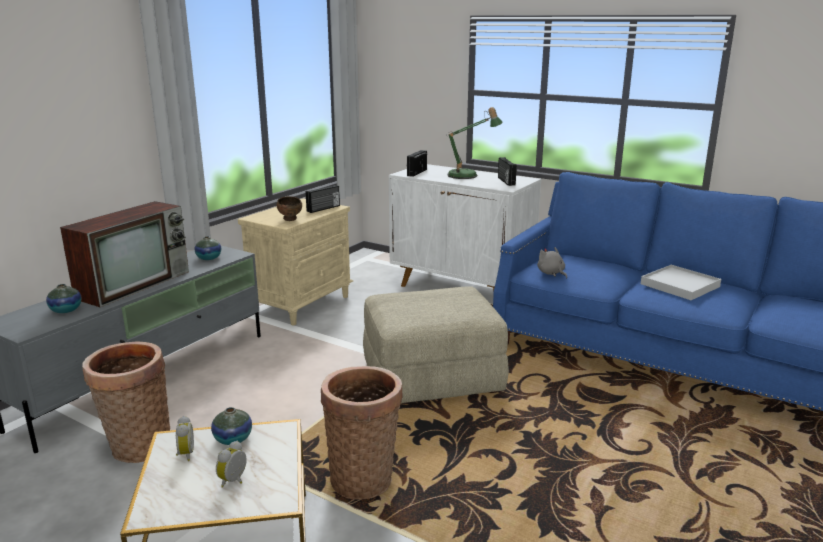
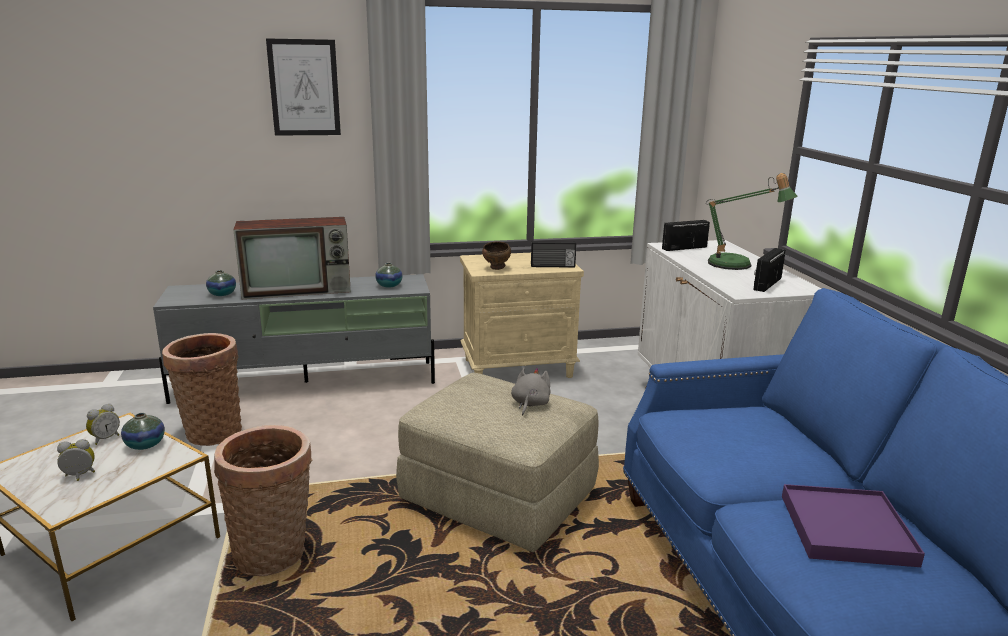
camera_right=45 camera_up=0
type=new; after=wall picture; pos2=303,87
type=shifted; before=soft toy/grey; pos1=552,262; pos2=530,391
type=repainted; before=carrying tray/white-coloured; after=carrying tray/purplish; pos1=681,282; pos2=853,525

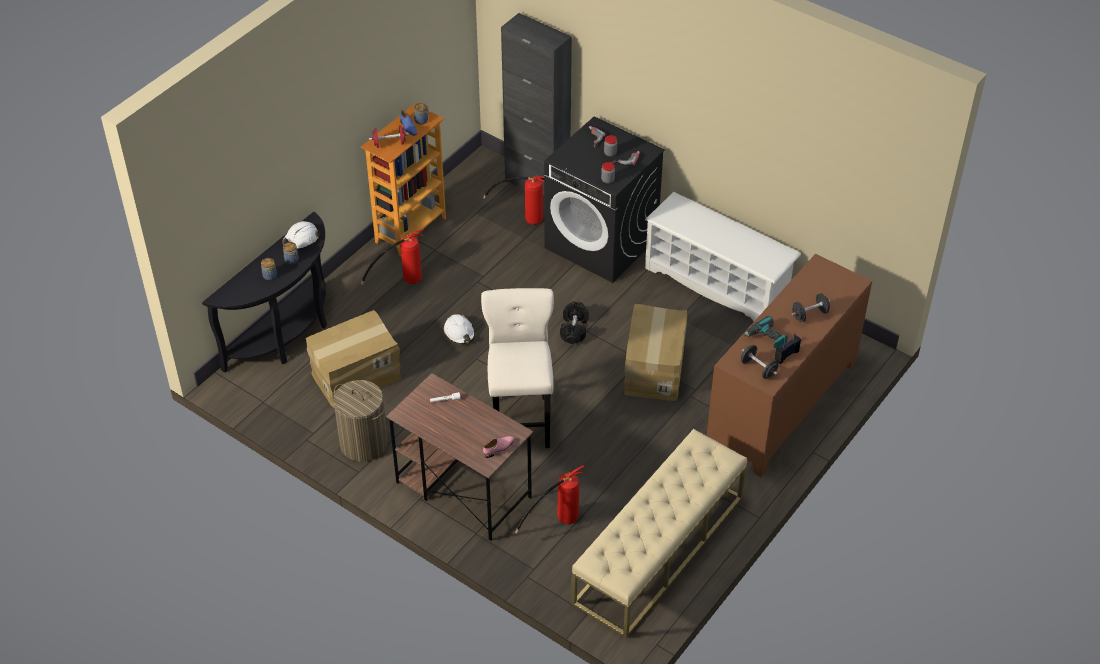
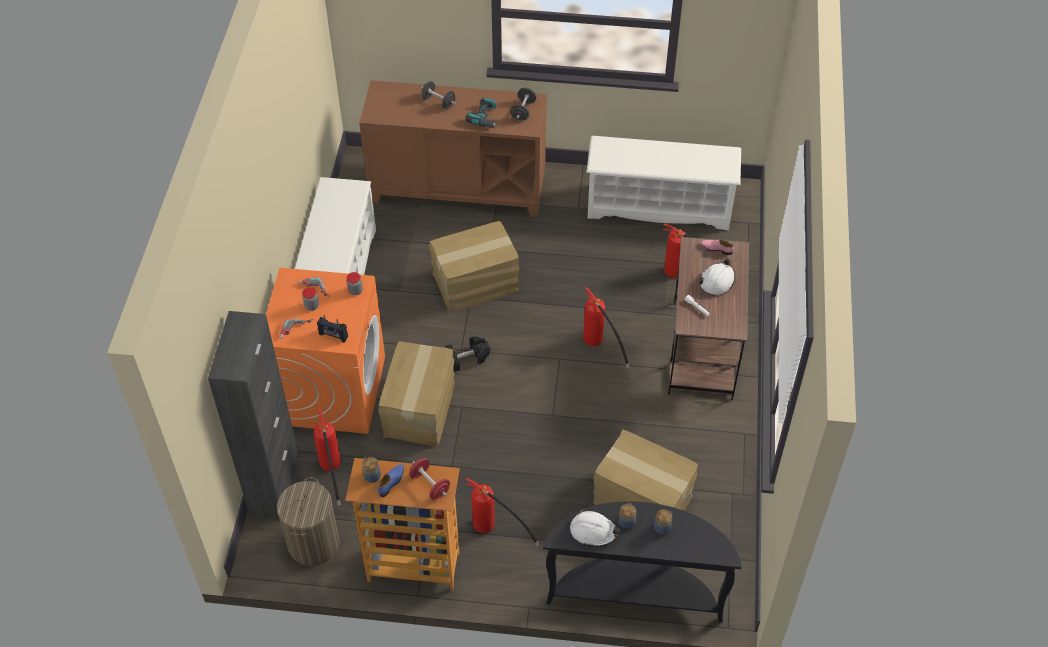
camera_right=-120 camera_up=5
type=new; after=carton; pos2=416,393
type=shifted; before=laundry basket; pos1=360,421; pos2=308,521
type=shifted; before=safety helmet/white-coloured; pos1=459,329; pos2=717,277
type=shifted; before=radio; pos1=788,348; pos2=332,329
type=swapped; before=stool/beige-coloured; after=fire extinguisher; pos1=517,368; pos2=606,327
type=swapped; before=long seat/beige-coloured; after=shoe stand/white-coloured; pos1=659,533; pos2=663,183
type=repainted; before=laundry machine/black-coloured; after=laundry machine/orange; pos1=604,199; pos2=325,351

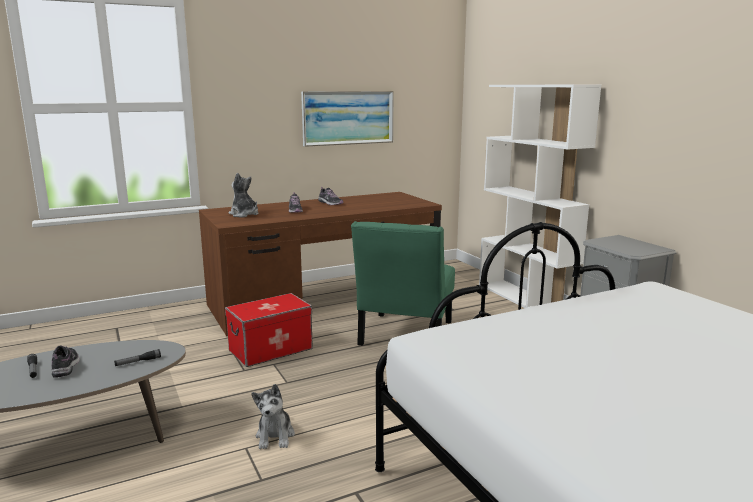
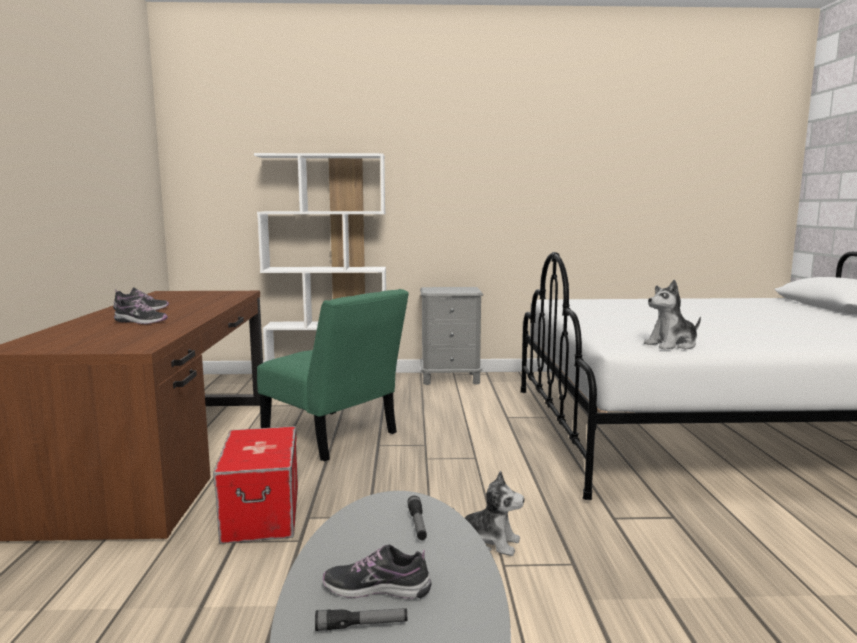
camera_right=-65 camera_up=-5
type=gone; before=wall picture; pos1=347,119
type=shifted; before=soft toy; pos1=243,195; pos2=672,315

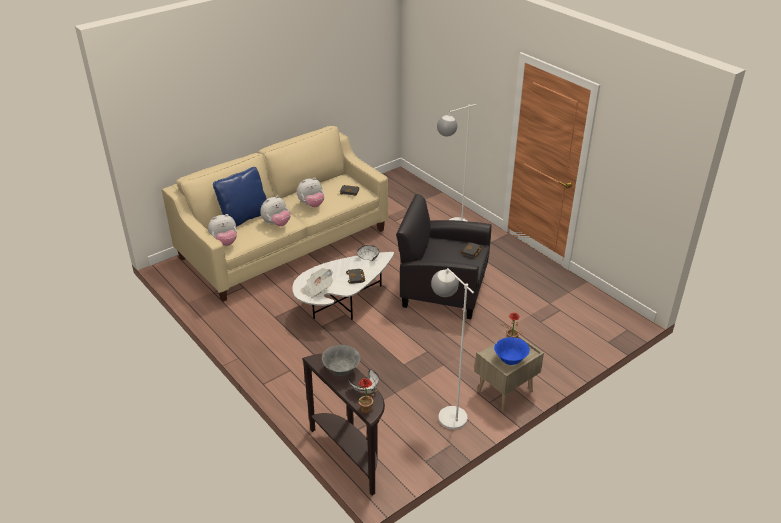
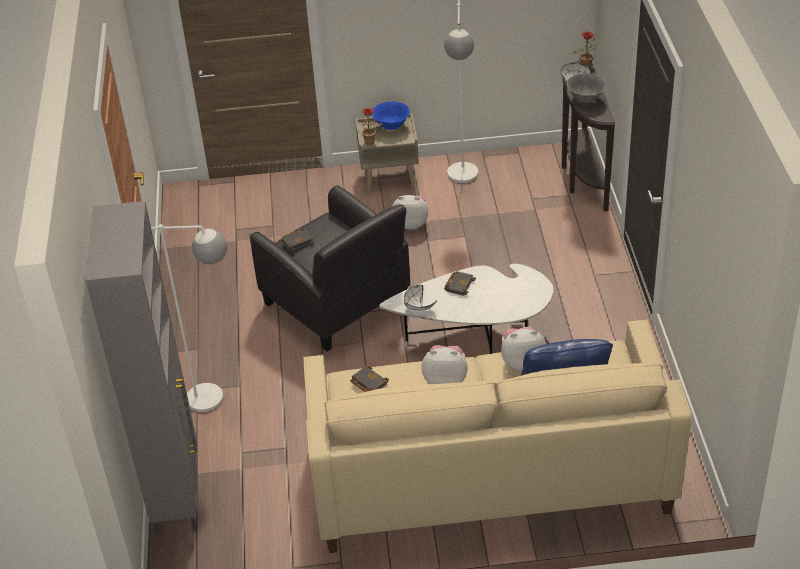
camera_right=-145 camera_up=5
type=gone; before=daily paper; pos1=316,283
type=new; after=cupboard/grey; pos2=141,368
type=shifted; before=soft toy; pos1=222,230; pos2=410,212

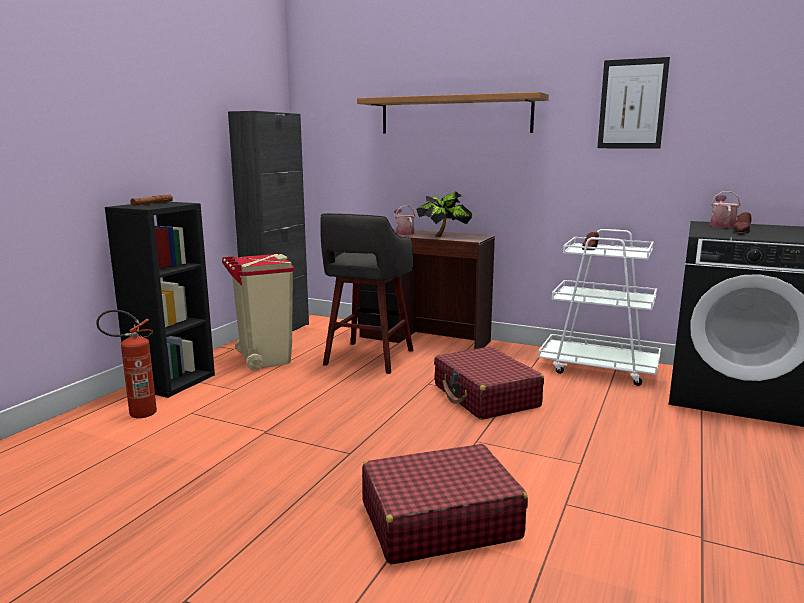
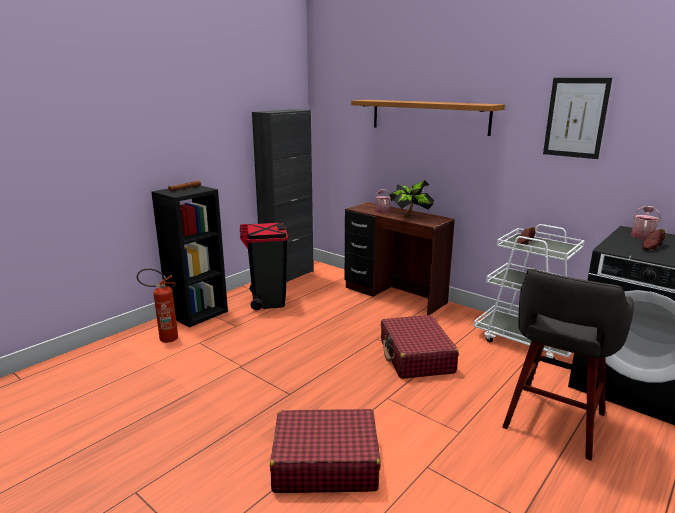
camera_right=15 camera_up=5
type=shifted; before=stool/grey; pos1=366,293; pos2=568,365
type=repainted; before=rubbish bin/beige-coloured; after=rubbish bin/black-coloured; pos1=258,312; pos2=264,266

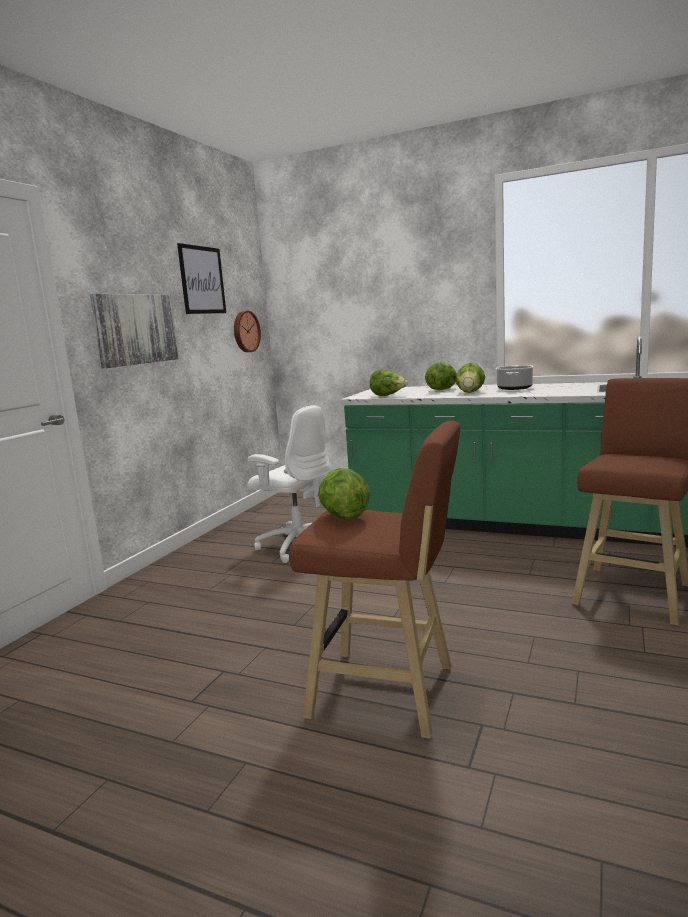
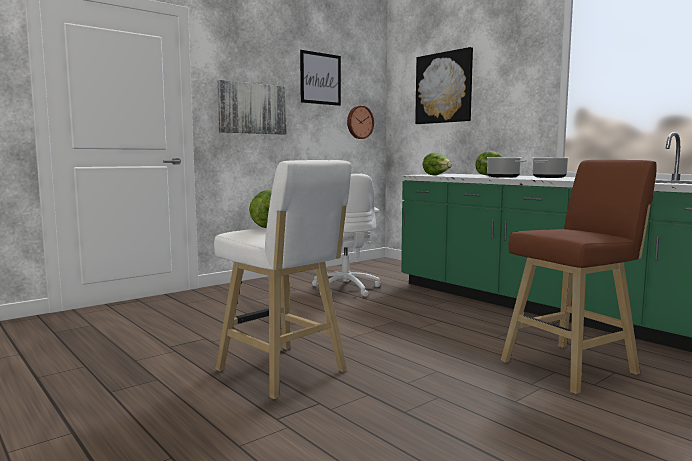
camera_right=25 camera_up=-5
type=new; after=wall picture; pos2=444,85
type=swapped; before=lettuce; after=cooking pot; pos1=470,378; pos2=504,167
type=repainted; before=stool/brown-coloured; after=stool/white-coloured; pos1=374,580; pos2=282,279

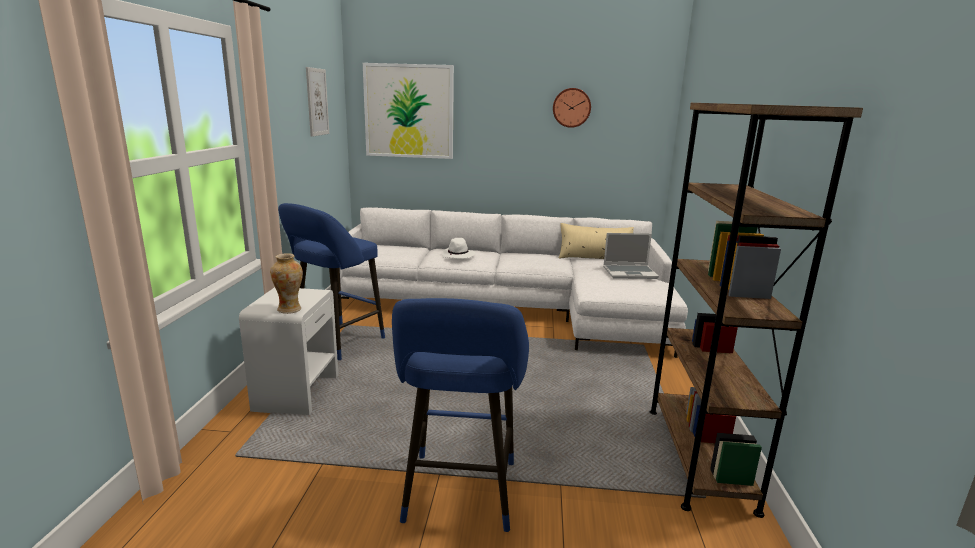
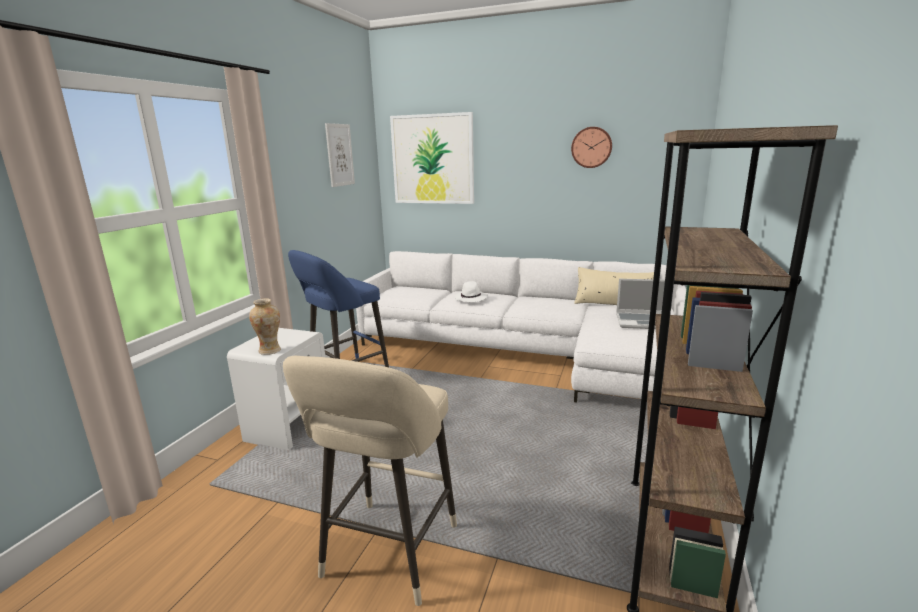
camera_right=15 camera_up=0
type=repainted; before=stool/blue-coloured; after=stool/beige-coloured; pos1=460,415; pos2=370,481

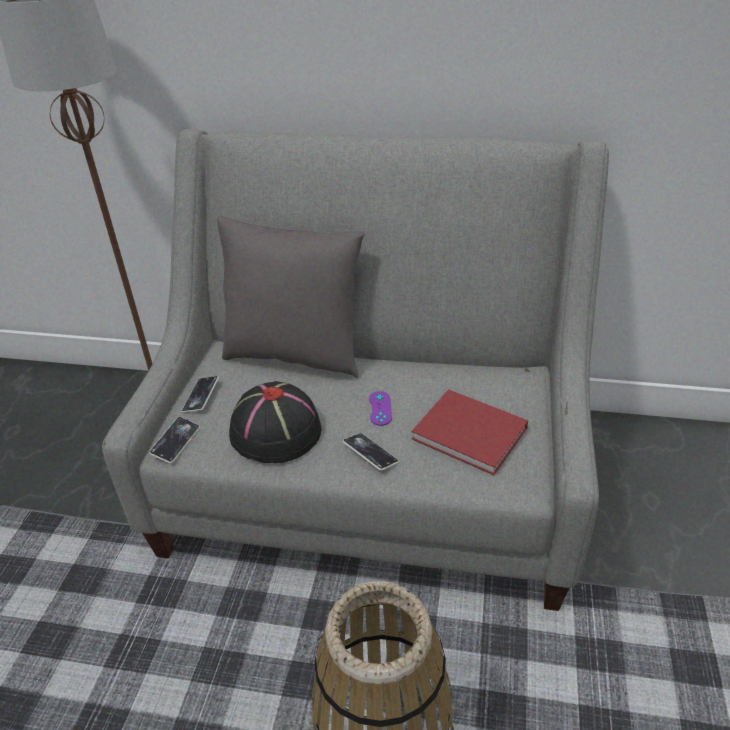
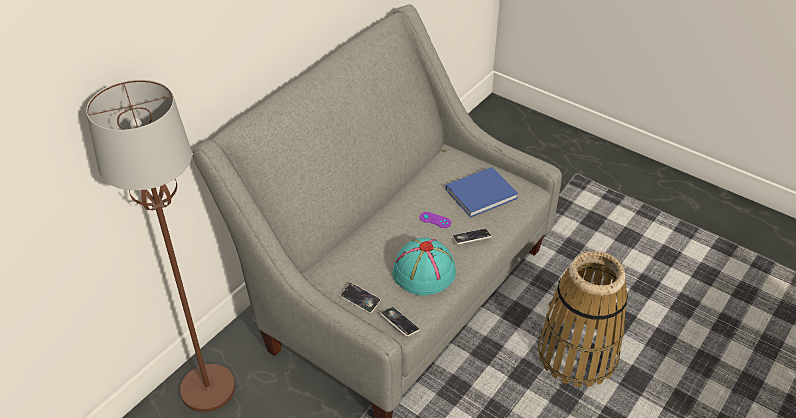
camera_right=-65 camera_up=5
type=gone; before=throw pillow/grey; pos1=291,297
type=repainted; before=clothing hat/black-coloured; after=clothing hat/turquoise-coloured; pos1=275,422; pos2=424,266
type=repainted; before=bound book/red; after=bound book/blue-coloured; pos1=469,432; pos2=482,192

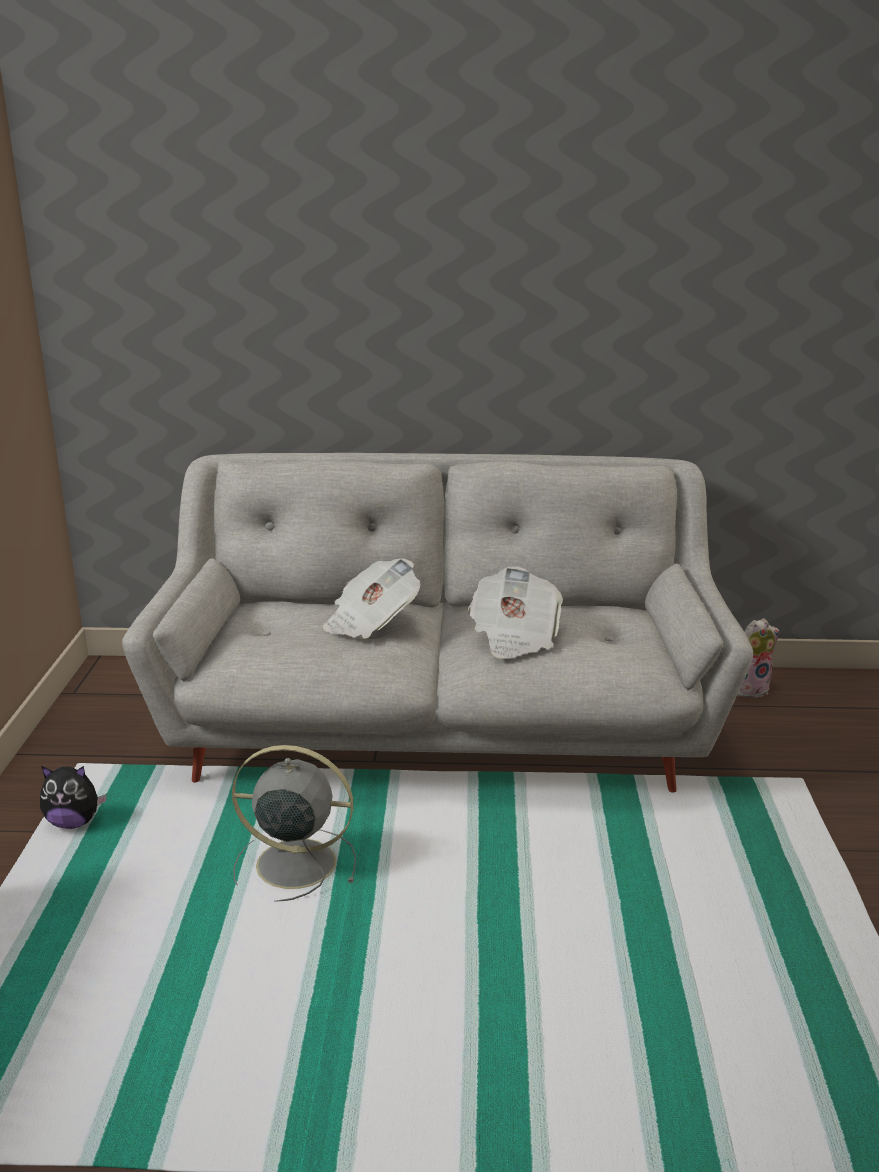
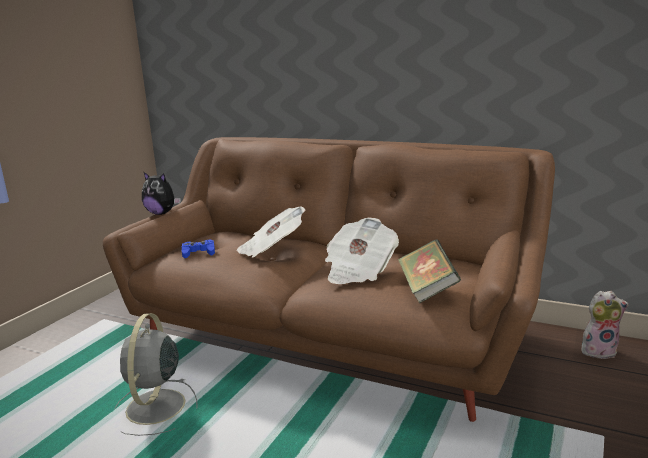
camera_right=25 camera_up=-5
type=new; after=game controller/blue-coloured; pos2=198,249
type=new; after=bound book; pos2=429,271
type=shifted; before=soft toy; pos1=73,797; pos2=161,193
type=repainted; before=sofa/grey; after=sofa/brown-coloured; pos1=437,623; pos2=329,279
type=rotated; before=cooling fan/grey; pos1=294,823; pos2=155,374; turn=-120

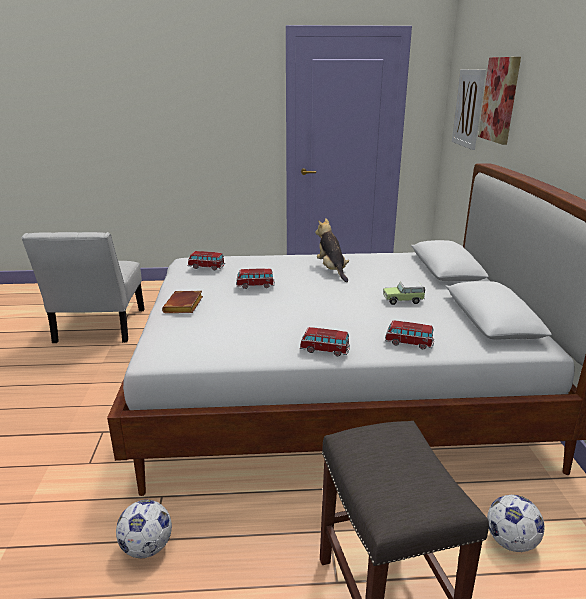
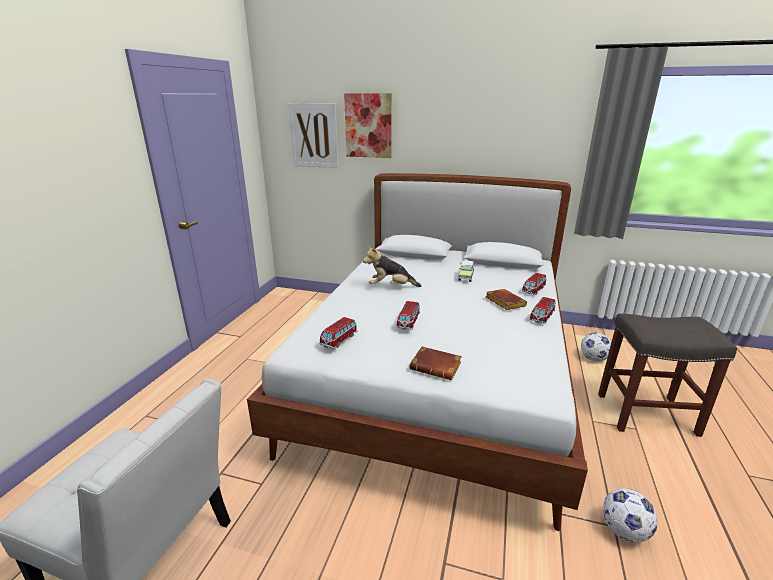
camera_right=-70 camera_up=0
type=new; after=bound book/brown-coloured; pos2=506,299

